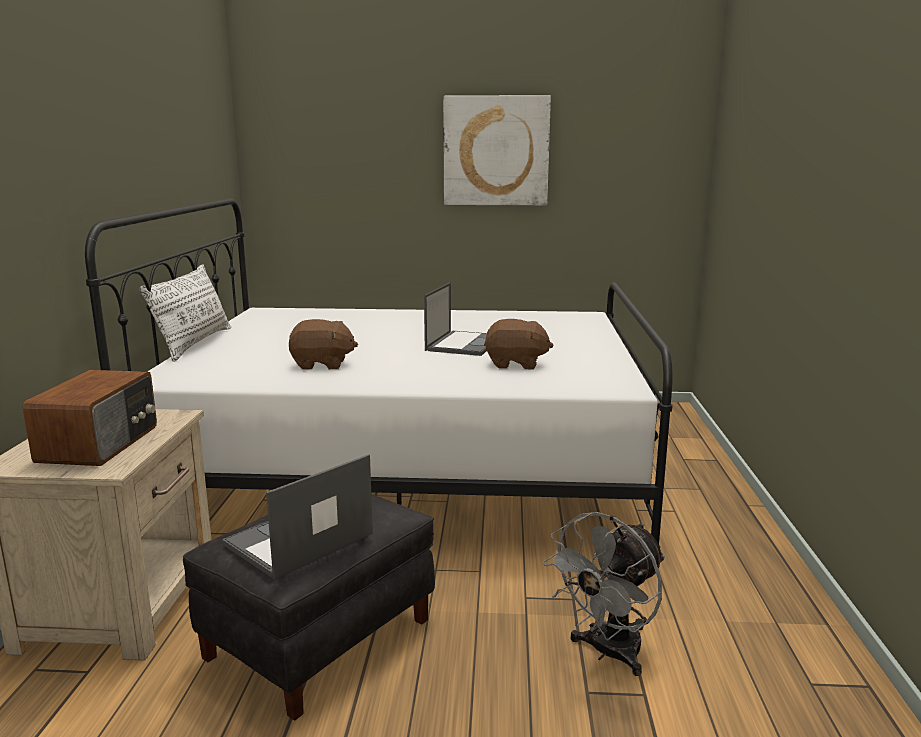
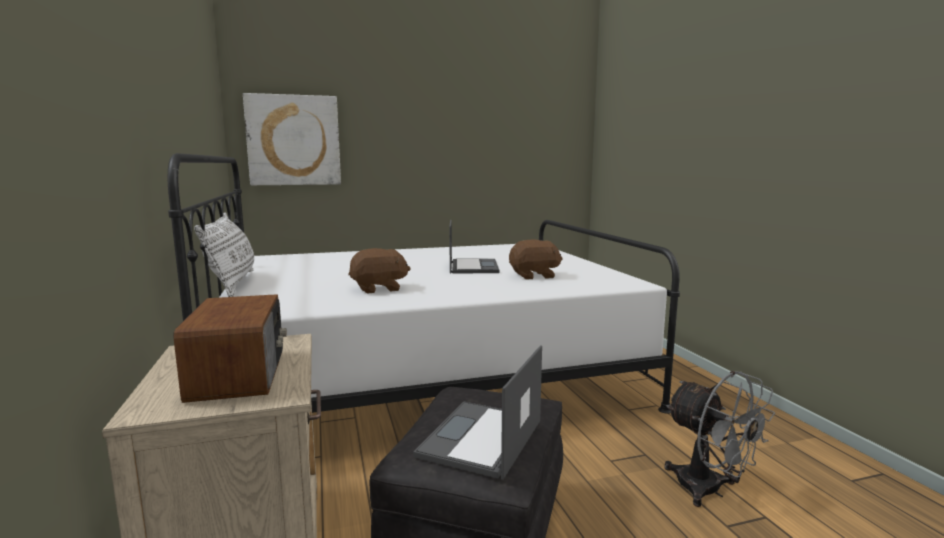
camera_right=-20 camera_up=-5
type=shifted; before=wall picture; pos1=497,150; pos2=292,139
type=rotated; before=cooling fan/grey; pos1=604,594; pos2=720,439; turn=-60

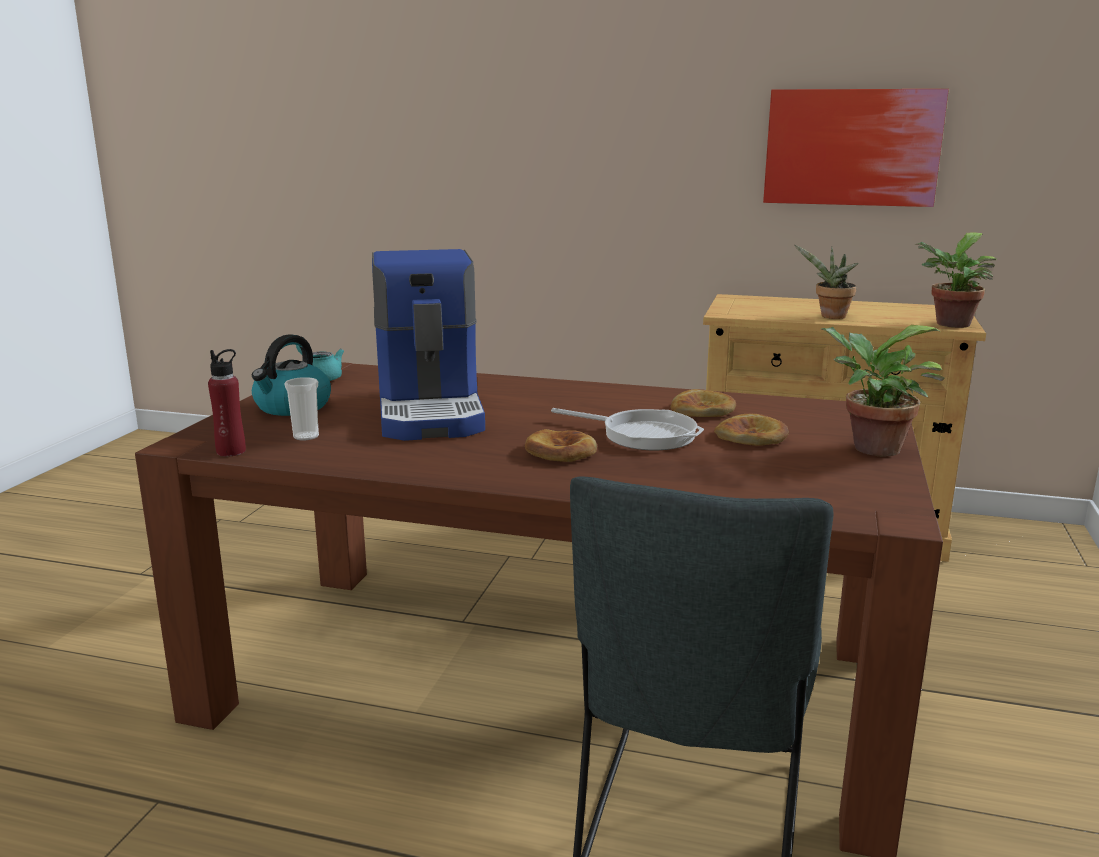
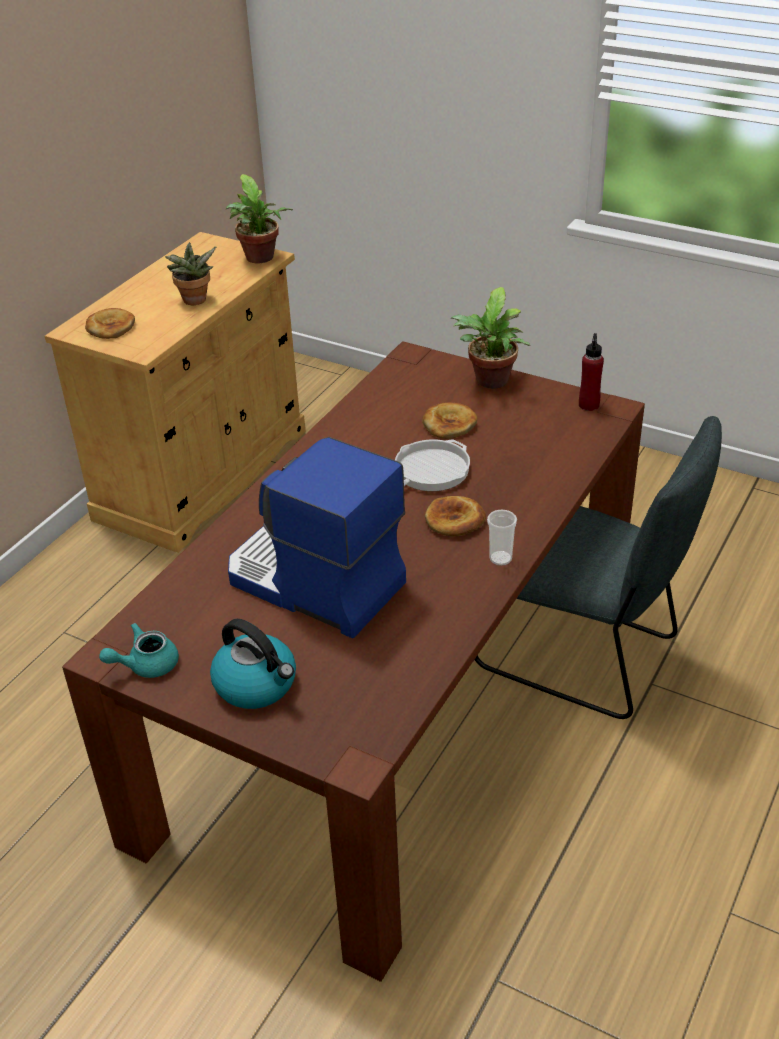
camera_right=-75 camera_up=20
type=gone; before=wall picture; pos1=856,148
type=shifted; before=beverage bottle/red; pos1=227,402; pos2=591,372
type=shifted; before=drinking cup; pos1=301,408; pos2=502,537
type=shifted; before=baked bread; pos1=703,403; pos2=110,323
type=rotated; before=coffee maker; pos1=428,345; pos2=317,537; turn=-150

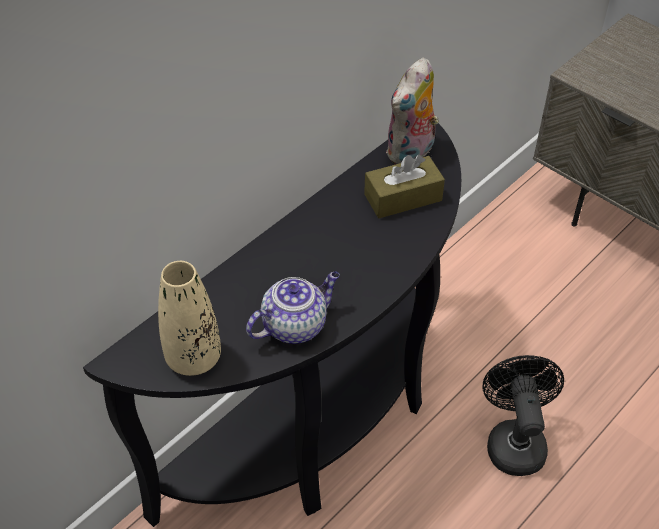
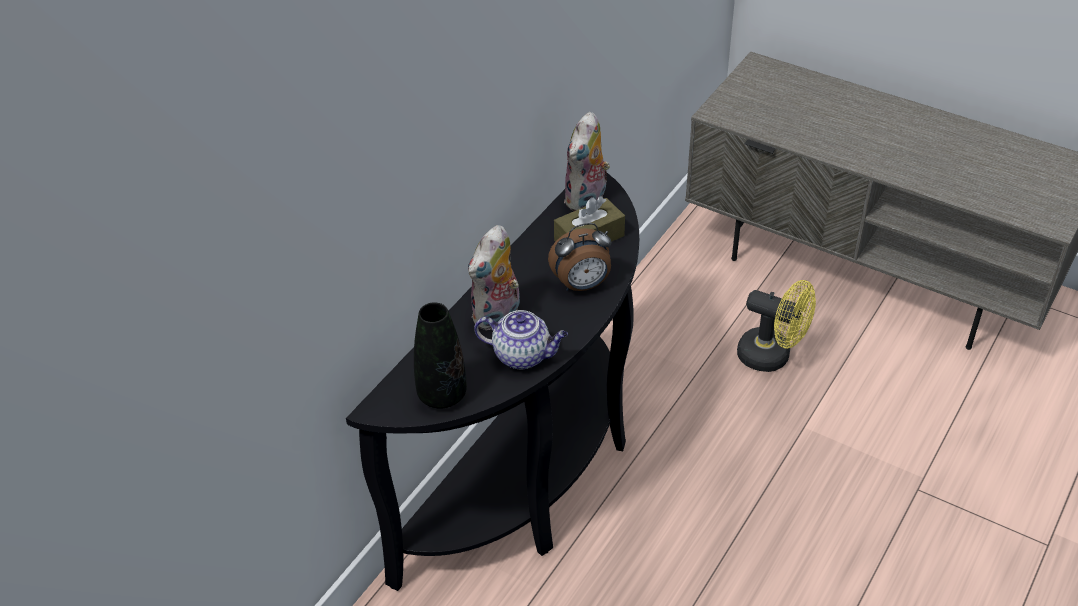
camera_right=-10 camera_up=-5
type=gone; before=cooling fan/black-coloured; pos1=523,415
type=new; after=soft toy; pos2=494,277
type=new; after=table clock; pos2=579,257
type=new; after=cooling fan/yellowish; pos2=776,326
type=repainted; before=flower vase/beige-coloured; after=flower vase/black-coloured; pos1=189,318; pos2=440,355
type=rotated; before=pot for tea; pos1=293,308; pos2=521,339; turn=60

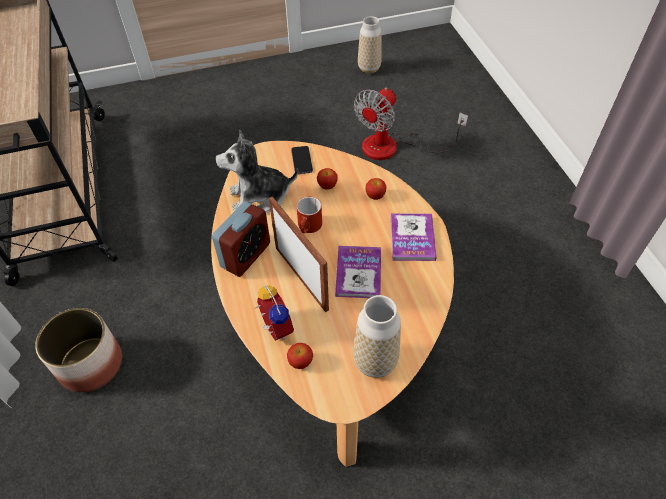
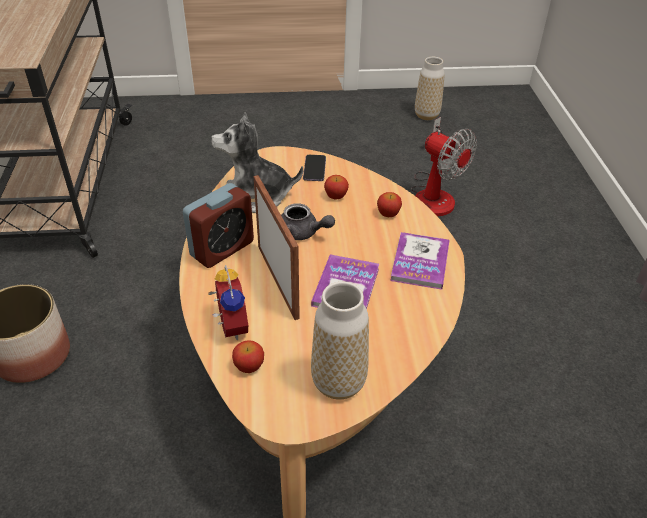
camera_right=10 camera_up=-10
type=swapped; before=tea mug/red; after=pot for tea/grey; pos1=309,215; pos2=308,221
type=rotated; before=cooling fan; pos1=411,123; pos2=444,166; turn=-90

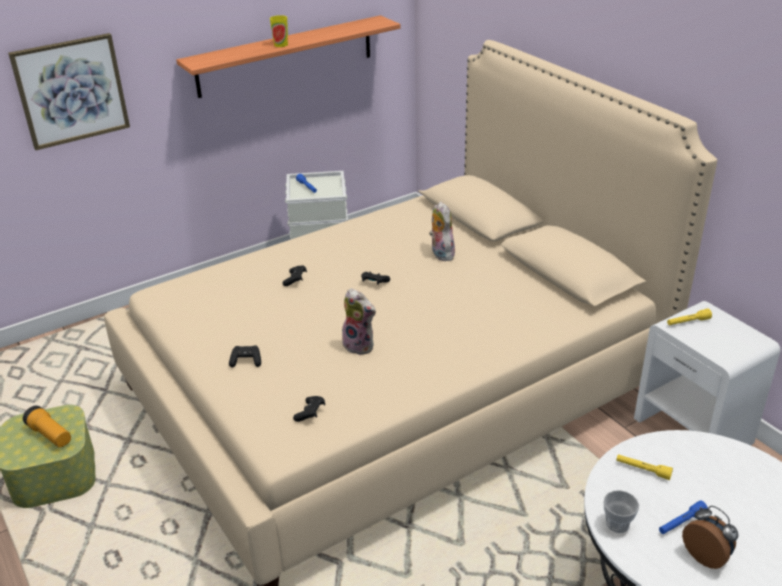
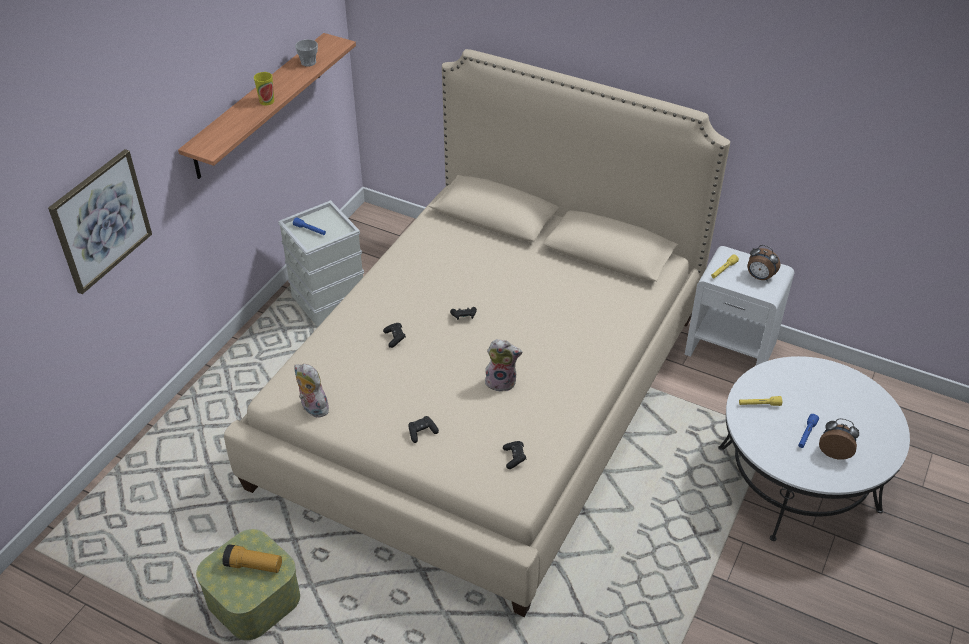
camera_right=-30 camera_up=10
type=new; after=table clock; pos2=764,263
type=shifted; before=soft toy; pos1=442,231; pos2=312,391
type=shifted; before=drinking cup; pos1=621,511; pos2=306,53

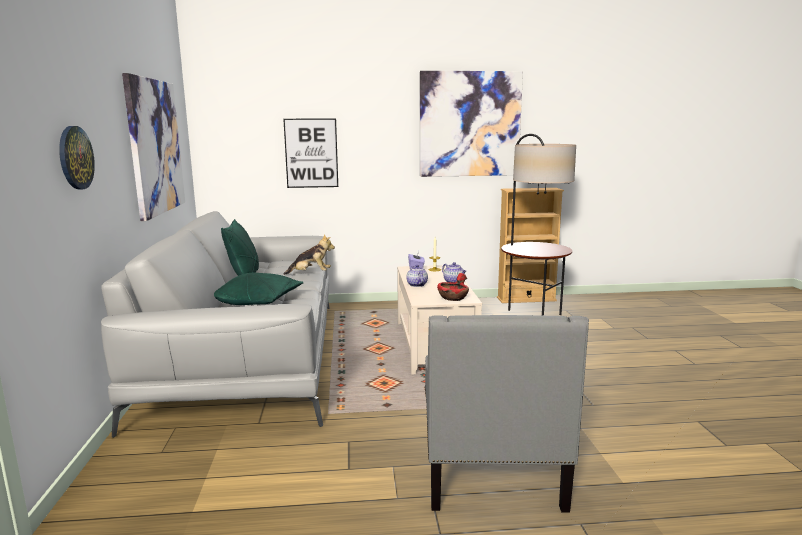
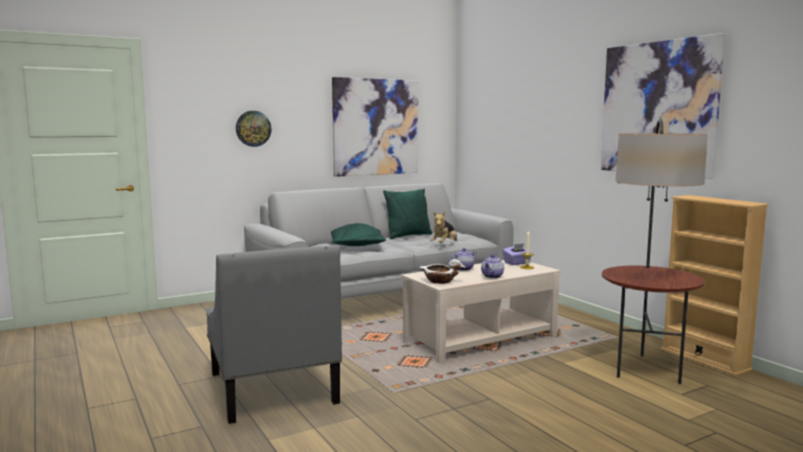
camera_right=65 camera_up=-5
type=gone; before=wall picture; pos1=310,153
type=repainted; before=bowl/red; after=bowl/white-coloured; pos1=453,287; pos2=442,271
type=rotated; before=soft toy; pos1=309,254; pos2=443,227; turn=60
type=rotated; before=armchair/grey; pos1=507,413; pos2=274,334; turn=-90

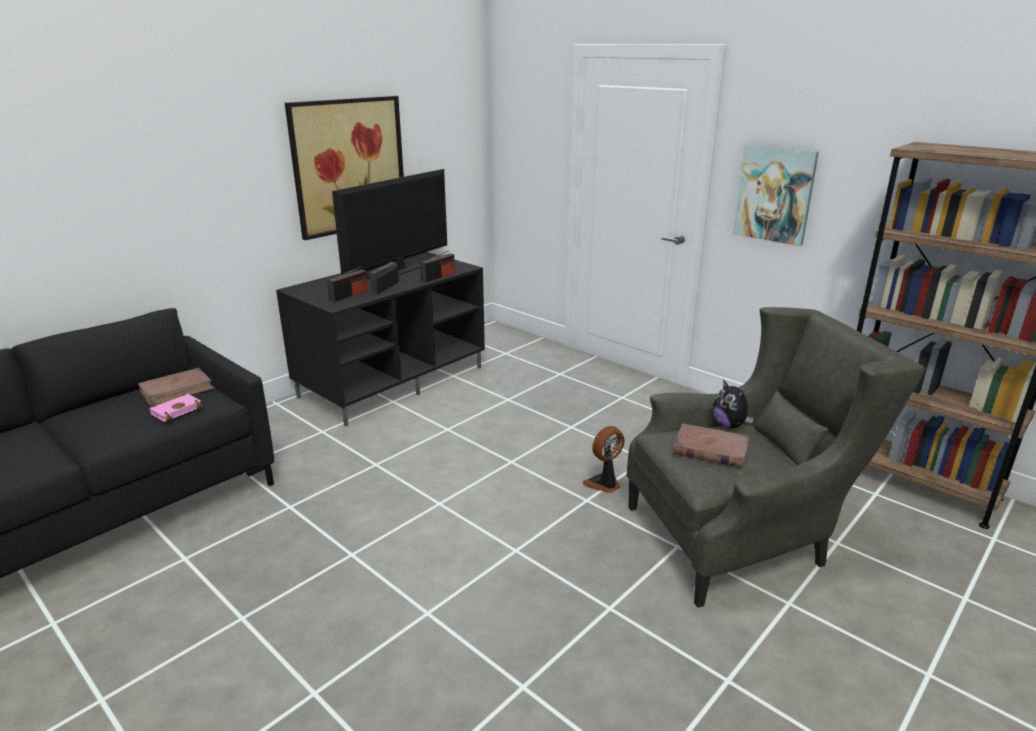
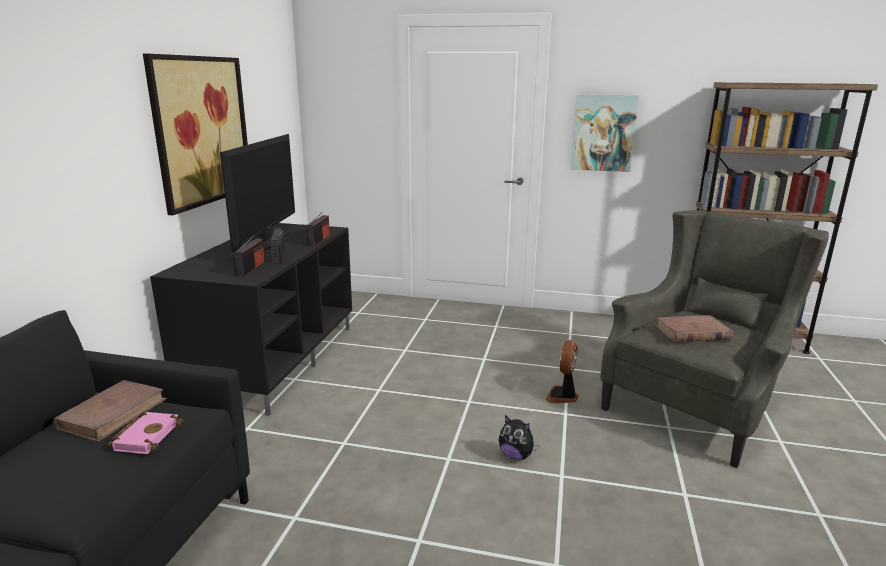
camera_right=-30 camera_up=-5
type=shifted; before=soft toy; pos1=733,403; pos2=519,437

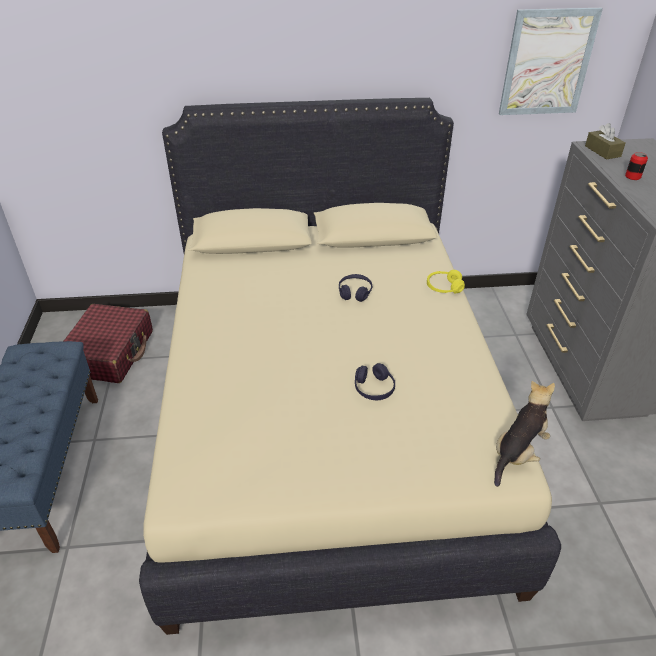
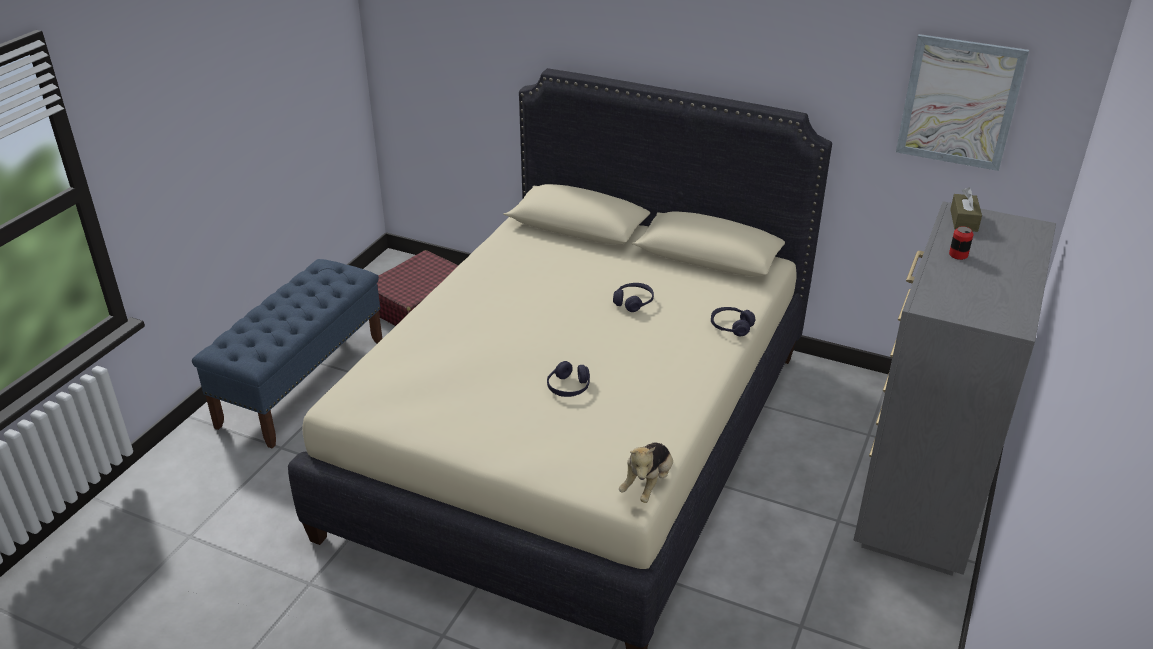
camera_right=30 camera_up=-5
type=repainted; before=pair of headphones/yellowish; after=pair of headphones/purplish; pos1=446,281; pos2=733,321
type=rotated; before=soft toy; pos1=524,434; pos2=646,472; turn=135

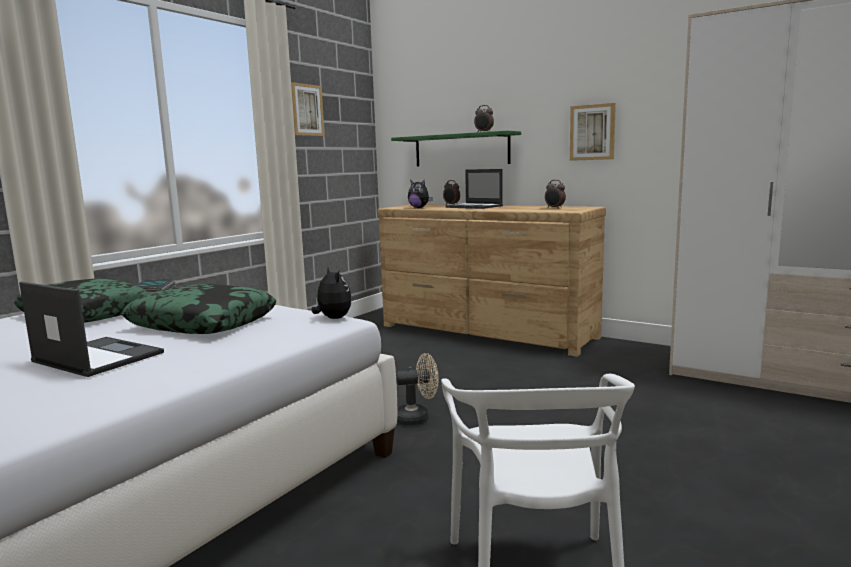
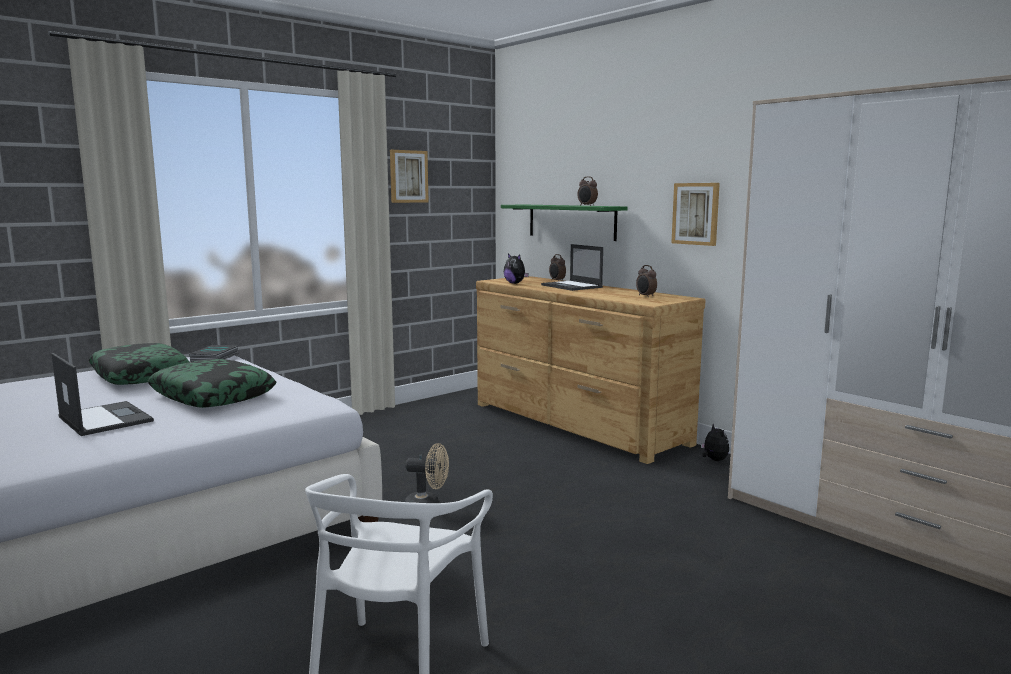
camera_right=15 camera_up=0
type=shifted; before=soft toy; pos1=332,293; pos2=715,442

